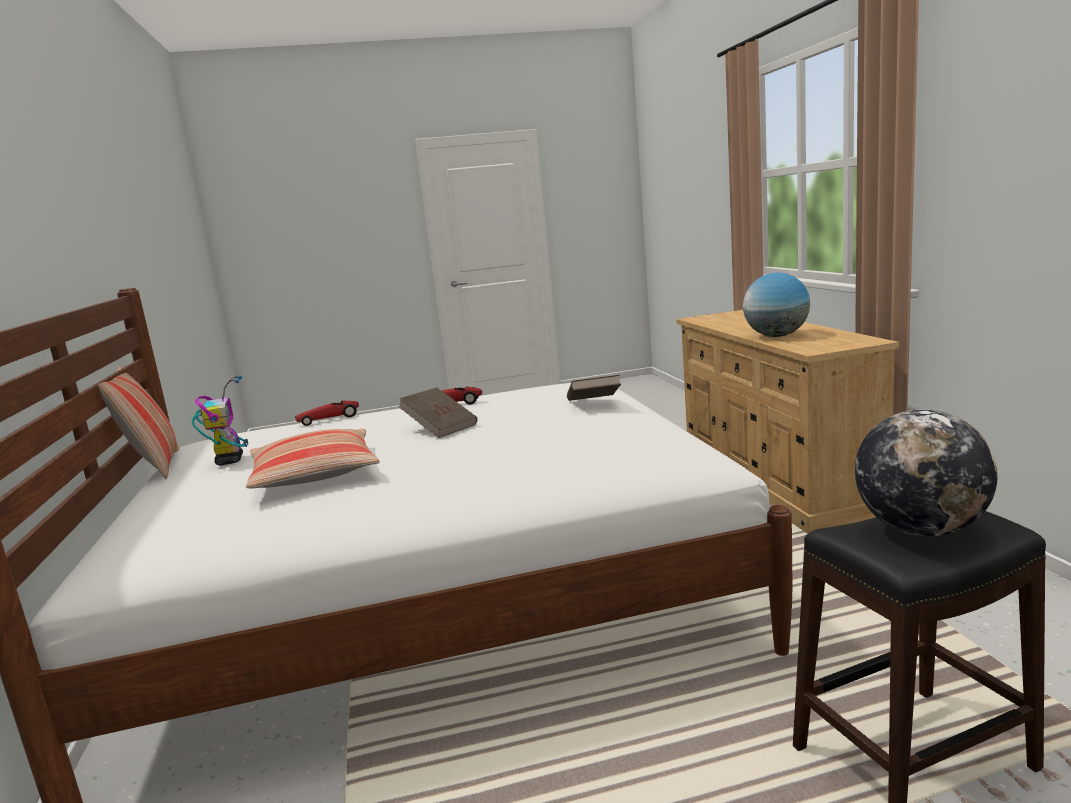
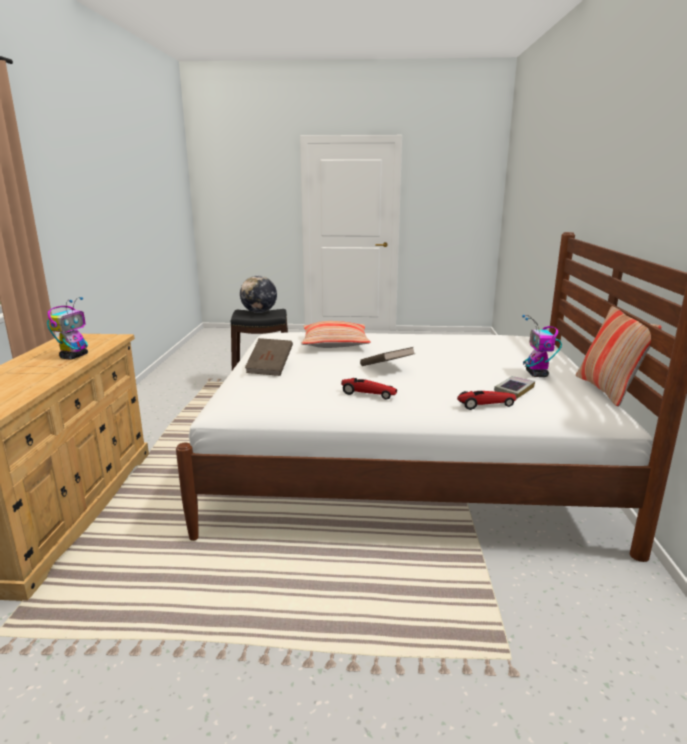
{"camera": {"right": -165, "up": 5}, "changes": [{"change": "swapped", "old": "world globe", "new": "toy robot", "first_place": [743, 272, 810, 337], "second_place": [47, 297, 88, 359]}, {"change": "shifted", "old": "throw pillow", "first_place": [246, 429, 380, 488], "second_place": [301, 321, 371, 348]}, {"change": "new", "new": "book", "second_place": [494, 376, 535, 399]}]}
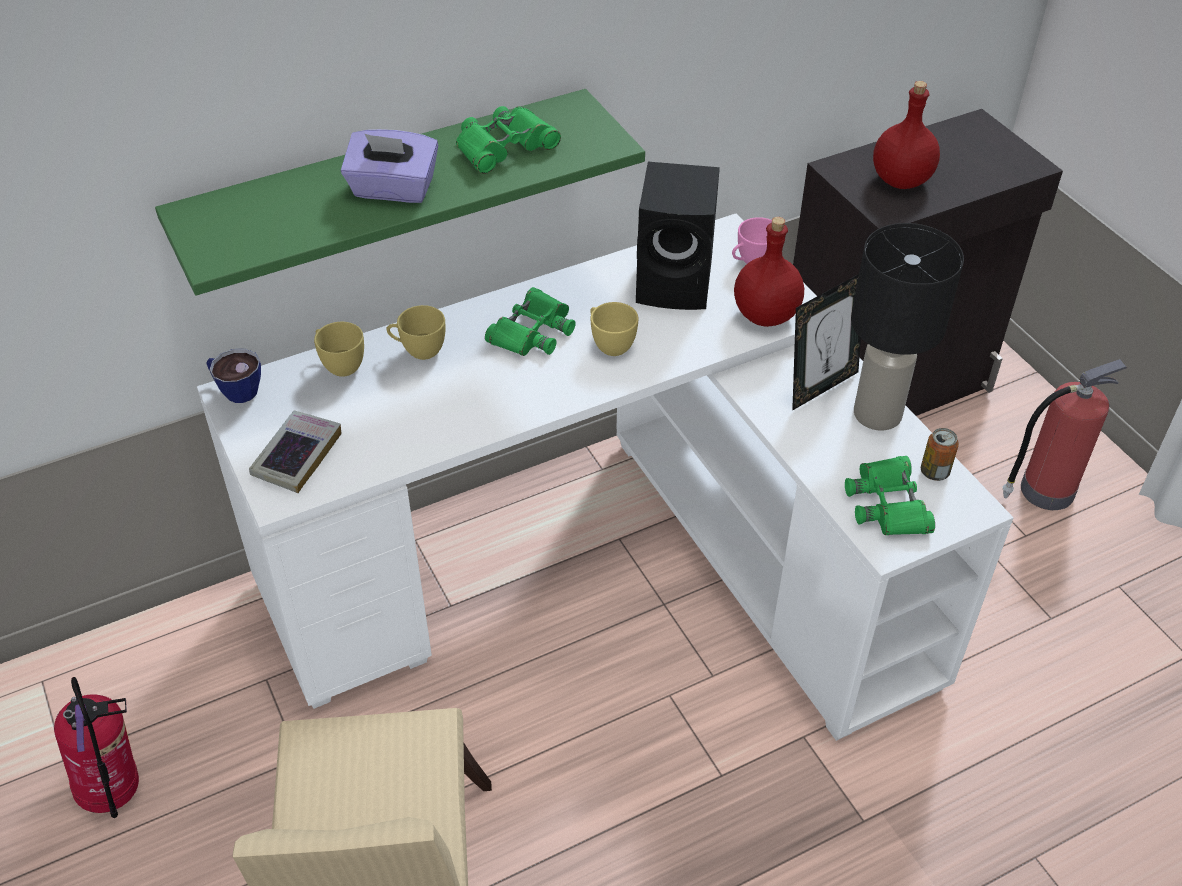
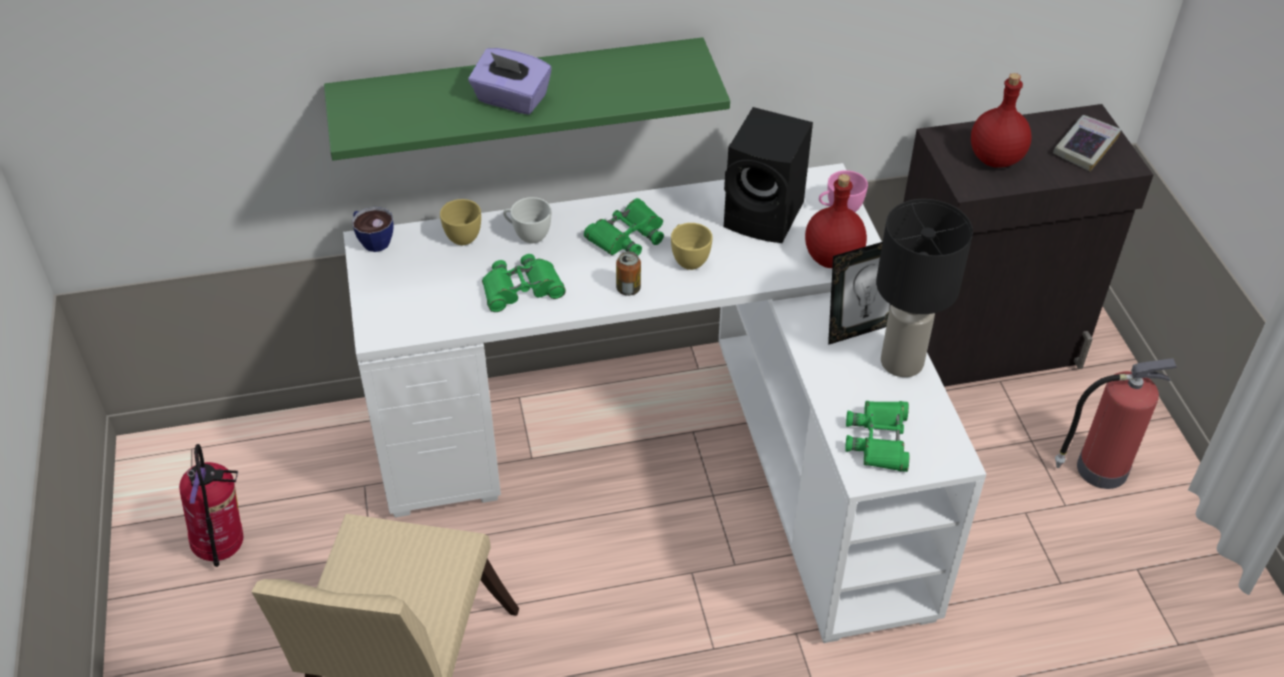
{"camera": {"right": 15, "up": 0}, "changes": [{"change": "shifted", "old": "binoculars/greenish", "first_place": [456, 106, 561, 174], "second_place": [482, 254, 566, 312]}, {"change": "repainted", "old": "cup/yellowish", "new": "cup/whitish", "first_place": [386, 305, 445, 360], "second_place": [503, 197, 551, 243]}, {"change": "shifted", "old": "book", "first_place": [249, 411, 342, 493], "second_place": [1053, 115, 1121, 172]}, {"change": "shifted", "old": "sealed can", "first_place": [921, 428, 959, 481], "second_place": [616, 251, 641, 296]}]}
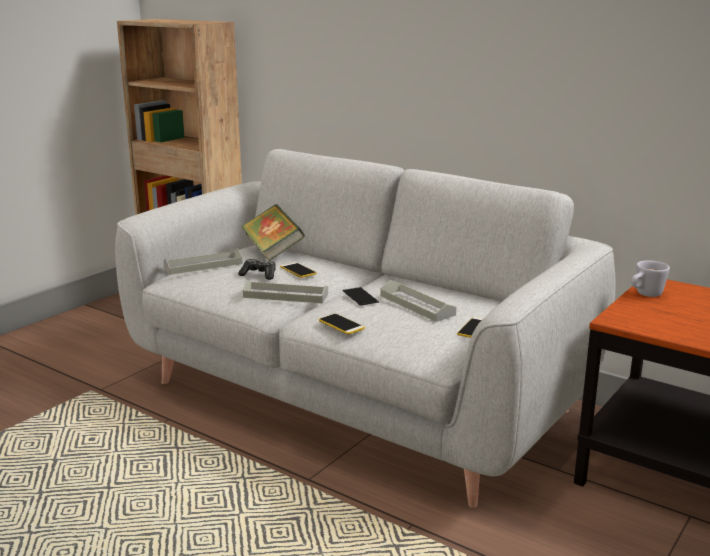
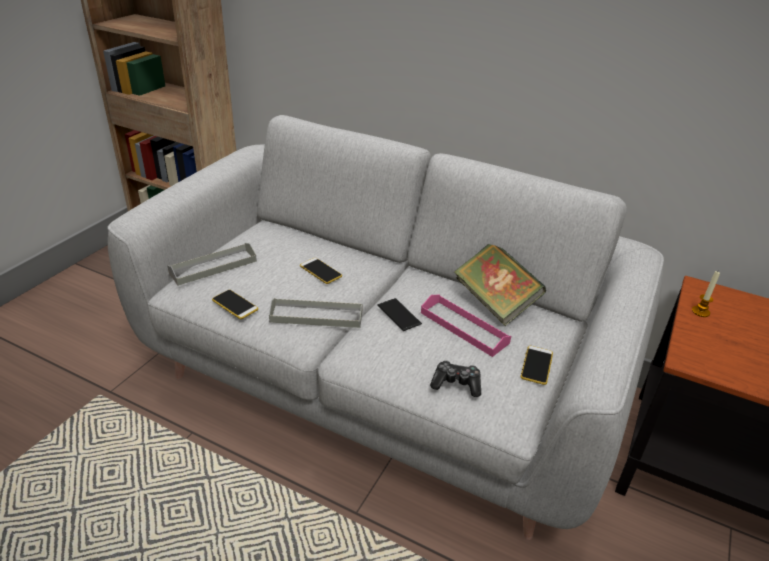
{"camera": {"right": -10, "up": 15}, "changes": [{"change": "shifted", "old": "book", "first_place": [241, 204, 305, 261], "second_place": [454, 244, 546, 326]}, {"change": "shifted", "old": "game controller", "first_place": [238, 259, 276, 280], "second_place": [430, 361, 481, 397]}, {"change": "swapped", "old": "mug/whitish", "new": "candle", "first_place": [631, 260, 670, 297], "second_place": [692, 271, 720, 317]}, {"change": "repainted", "old": "serving tray/greyish", "new": "serving tray/pink", "first_place": [380, 280, 456, 322], "second_place": [421, 295, 511, 357]}, {"change": "shifted", "old": "phone", "first_place": [319, 314, 365, 335], "second_place": [212, 290, 258, 319]}]}
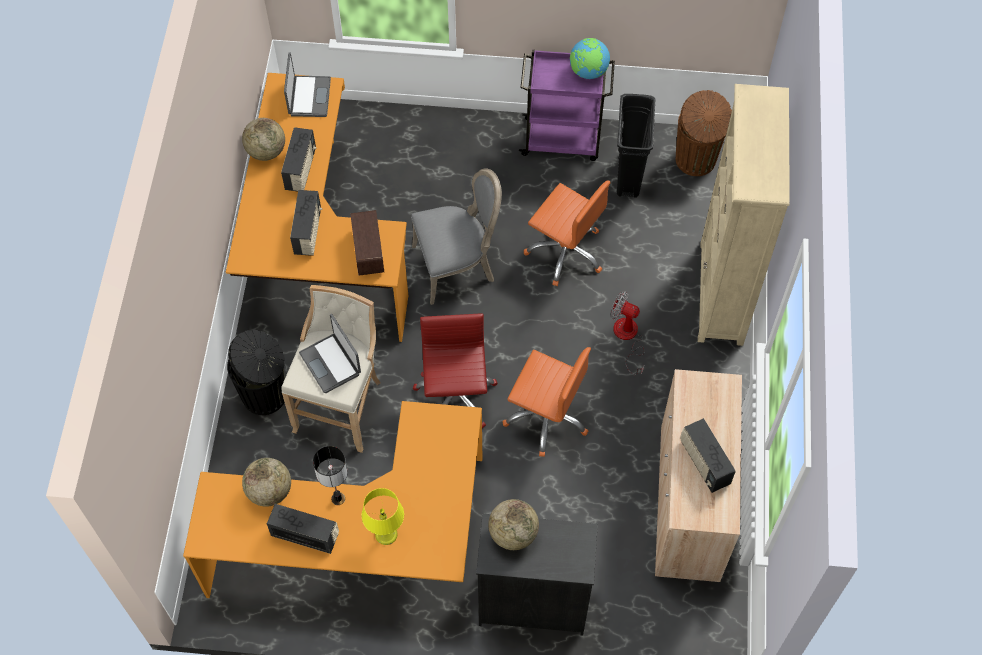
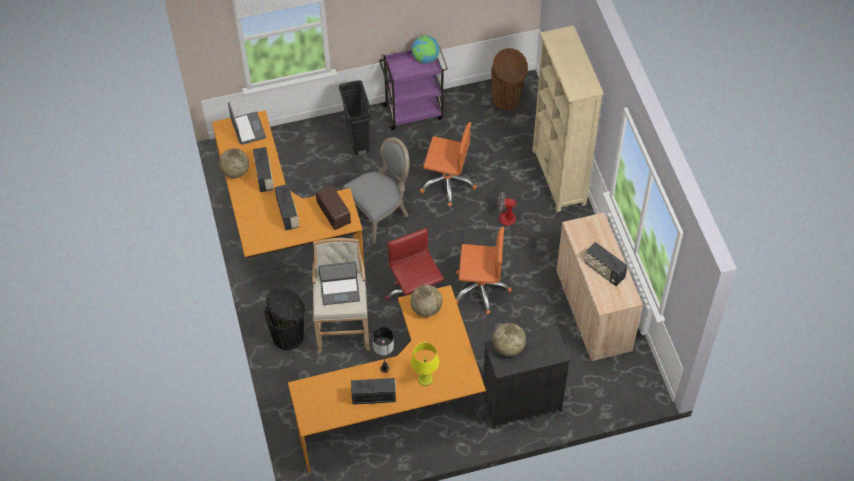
{"camera": {"right": -20, "up": -5}, "changes": [{"change": "shifted", "old": "waste bin/black-coloured", "first_place": [617, 94, 655, 198], "second_place": [338, 80, 372, 155]}, {"change": "rotated", "old": "notebook computer", "first_place": [299, 314, 361, 393], "second_place": [318, 261, 360, 305], "degrees": -45}, {"change": "shifted", "old": "world globe", "first_place": [242, 458, 291, 507], "second_place": [410, 285, 443, 317]}]}
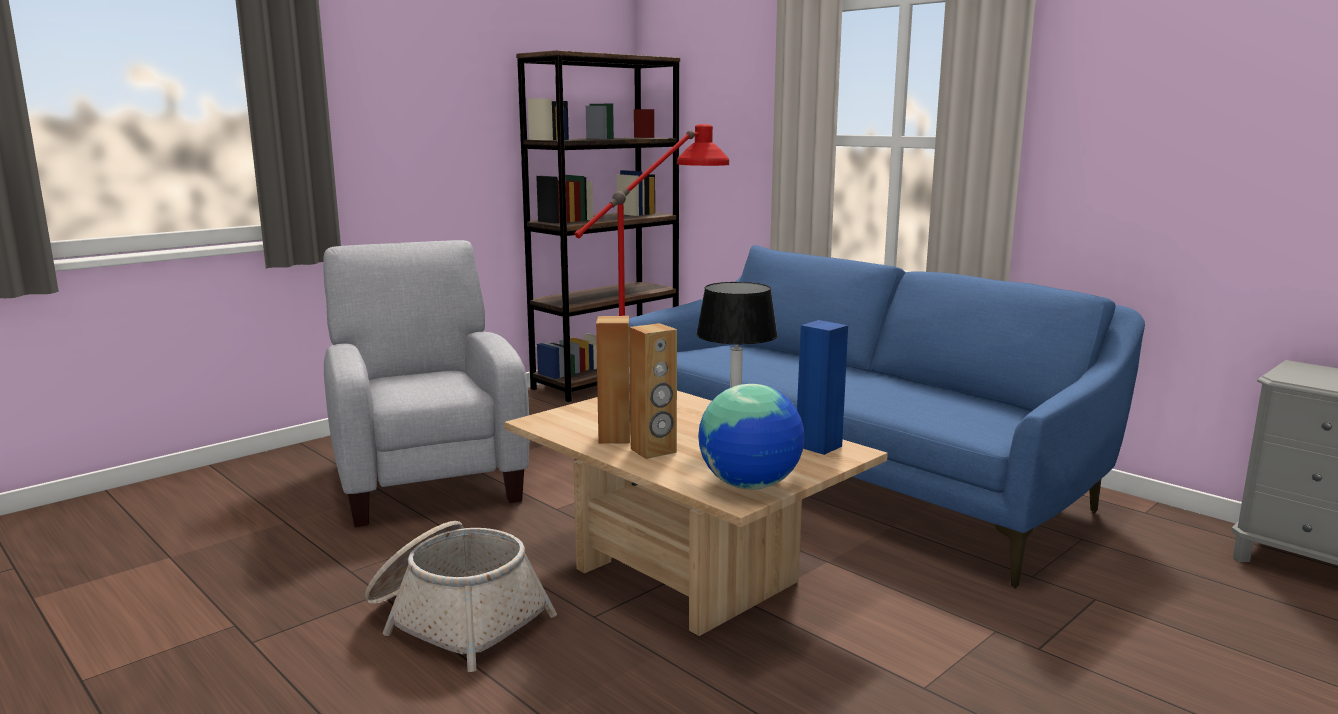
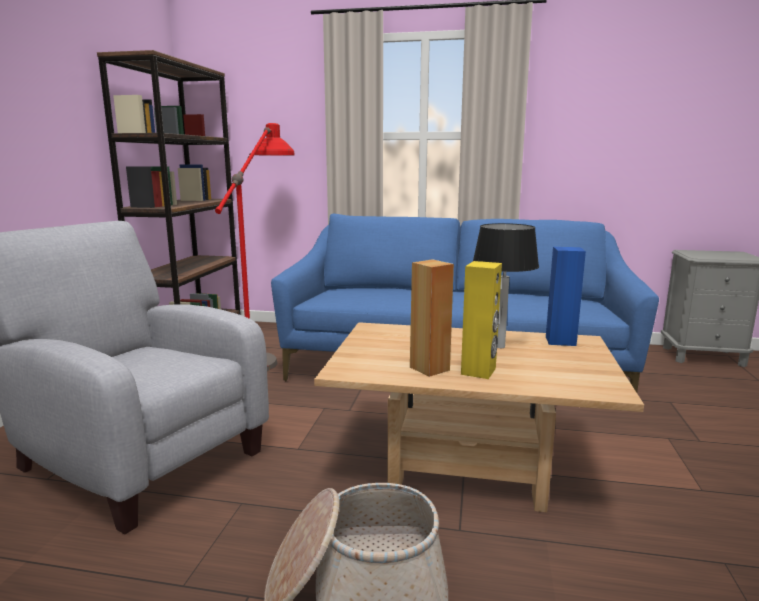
{"camera": {"right": -35, "up": 0}, "changes": [{"change": "repainted", "old": "audio speaker/brownish", "new": "audio speaker/yellowish", "first_place": [629, 323, 677, 459], "second_place": [461, 261, 502, 379]}, {"change": "gone", "old": "world globe", "first_place": [698, 384, 805, 490]}]}
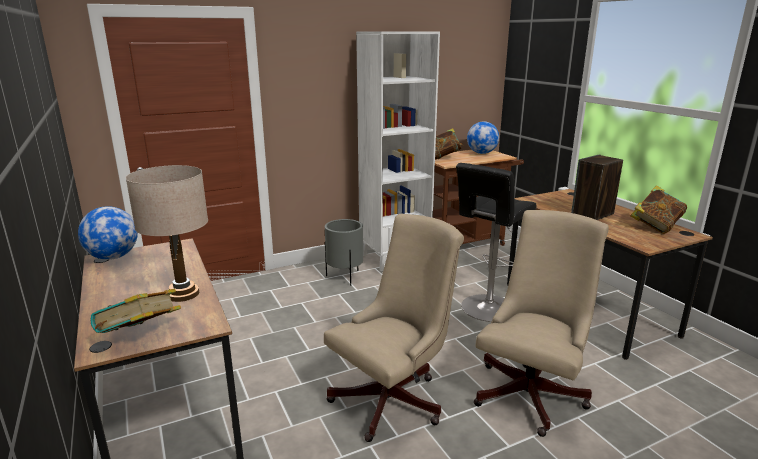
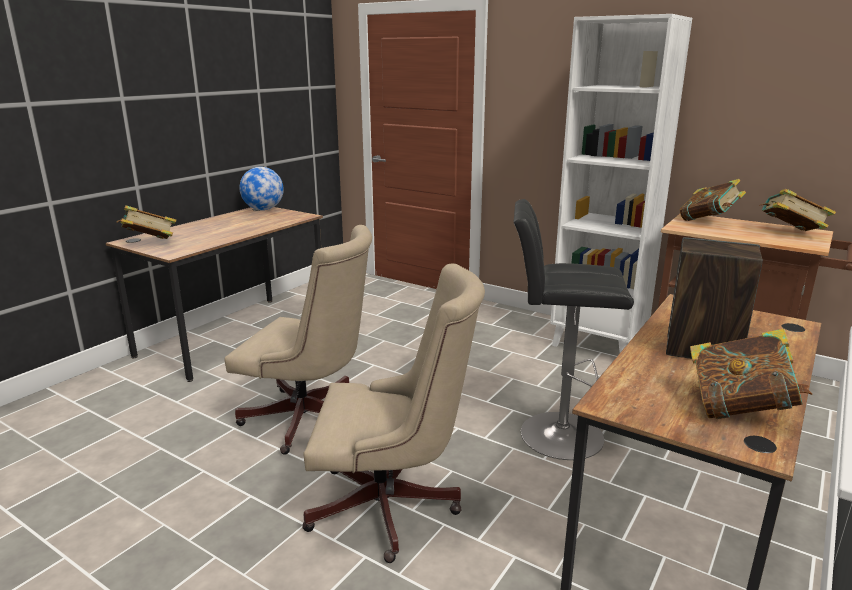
{"camera": {"right": 60, "up": 0}, "changes": [{"change": "swapped", "old": "world globe", "new": "book", "first_place": [467, 121, 499, 154], "second_place": [759, 189, 836, 231]}, {"change": "gone", "old": "table lamp/beige-coloured", "first_place": [126, 165, 208, 302]}, {"change": "gone", "old": "plant pot/greyish", "first_place": [325, 219, 363, 286]}]}
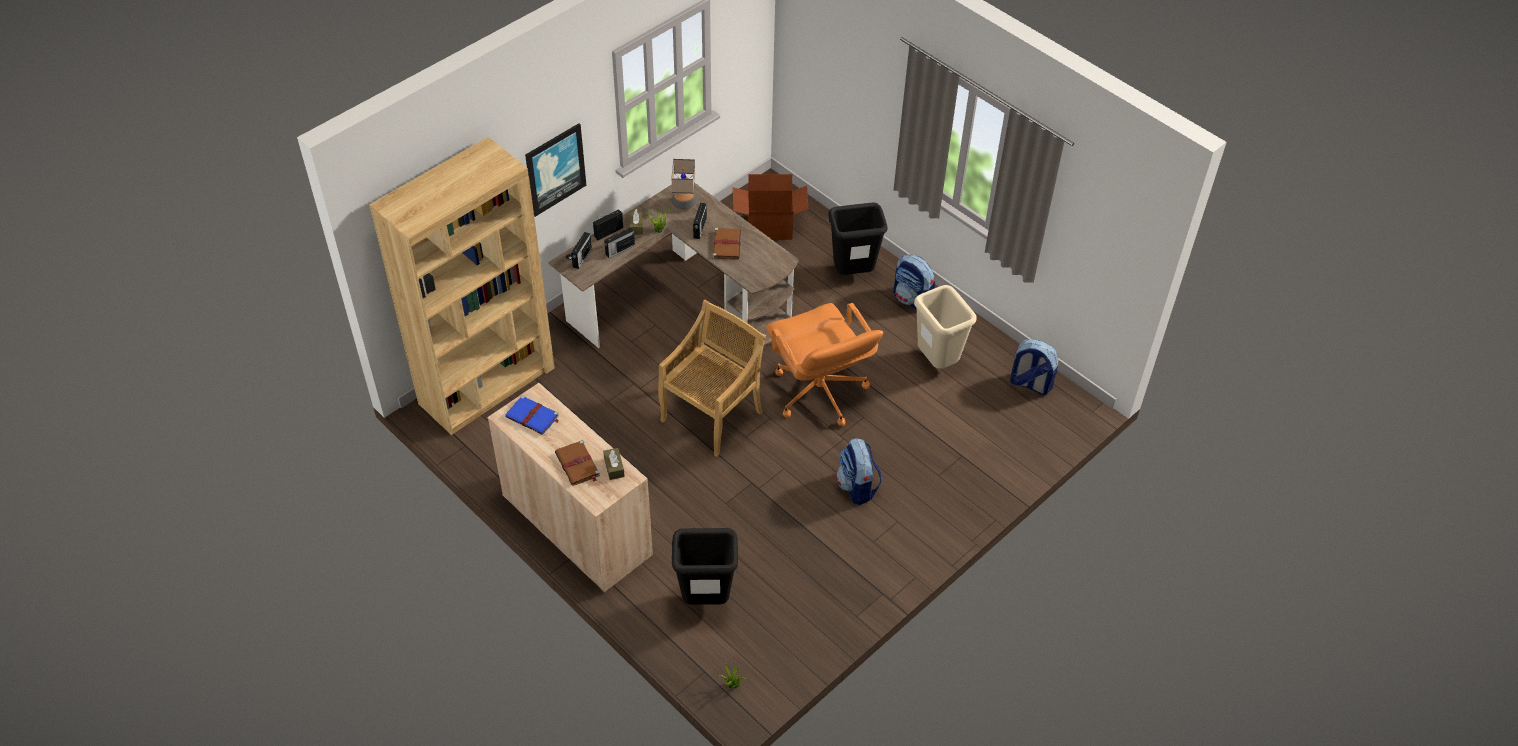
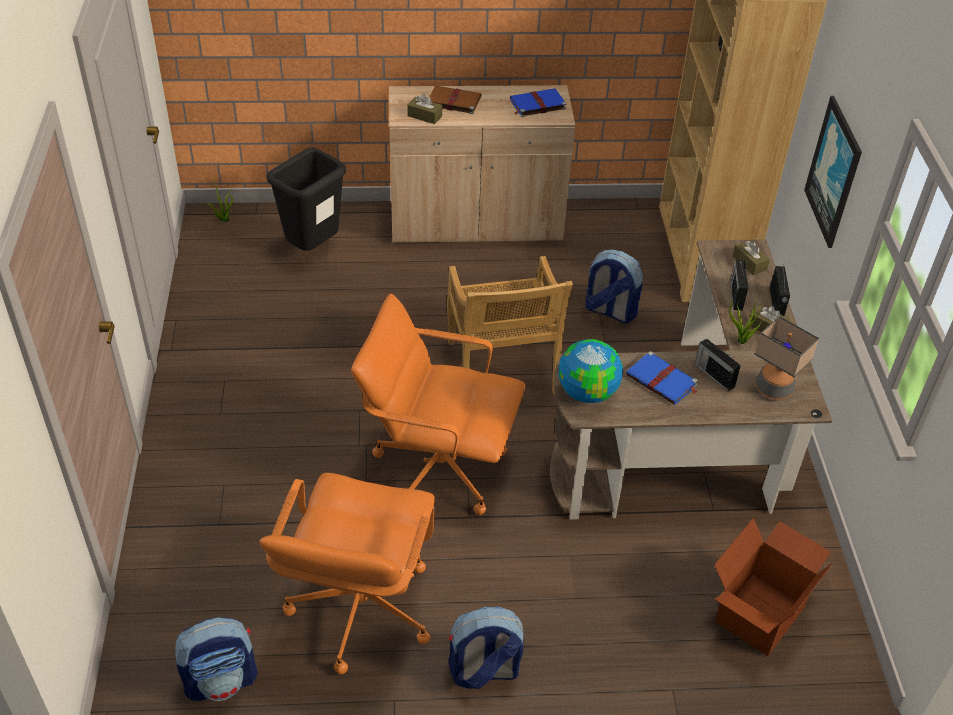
{"camera": {"right": 130, "up": -5}, "changes": [{"change": "gone", "old": "waste bin/black-coloured", "first_place": [829, 202, 887, 275]}, {"change": "repainted", "old": "book/brownish", "new": "book/bluish", "first_place": [713, 228, 741, 260], "second_place": [626, 351, 698, 405]}, {"change": "swapped", "old": "radio receiver", "new": "tissue holder/brownish", "first_place": [571, 232, 592, 269], "second_place": [733, 240, 770, 275]}, {"change": "swapped", "old": "waste bin/beige-coloured", "new": "desk chair/orange", "first_place": [914, 285, 976, 369], "second_place": [259, 473, 435, 674]}, {"change": "shifted", "old": "knapsack", "first_place": [836, 438, 882, 505], "second_place": [585, 249, 643, 323]}, {"change": "new", "new": "world globe", "second_place": [558, 339, 623, 403]}]}
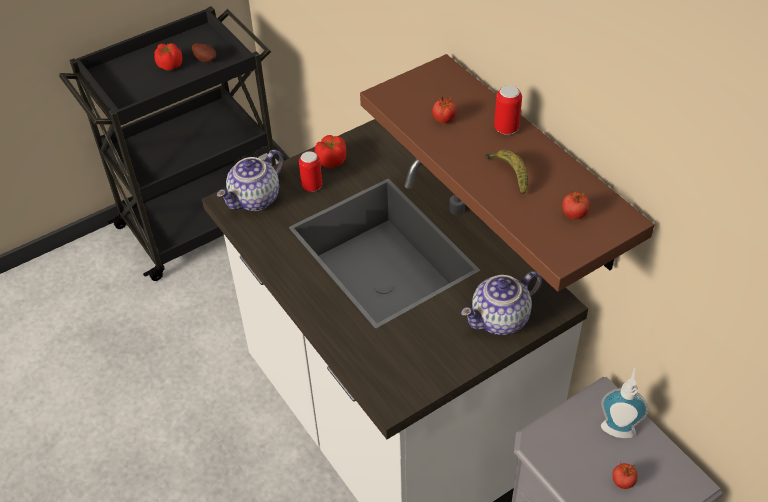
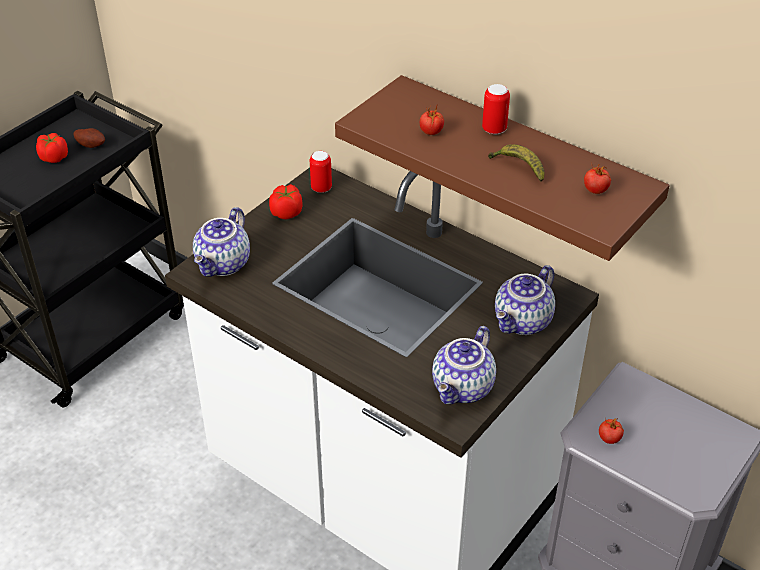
{"camera": {"right": -20, "up": -5}, "changes": [{"change": "shifted", "old": "sealed can", "first_place": [299, 151, 322, 192], "second_place": [310, 151, 332, 193]}, {"change": "gone", "old": "liquid soap bottle", "first_place": [601, 368, 649, 438]}, {"change": "shifted", "old": "whole tomato", "first_place": [612, 463, 638, 489], "second_place": [599, 418, 624, 444]}, {"change": "new", "new": "tea pot", "second_place": [432, 326, 496, 405]}]}
